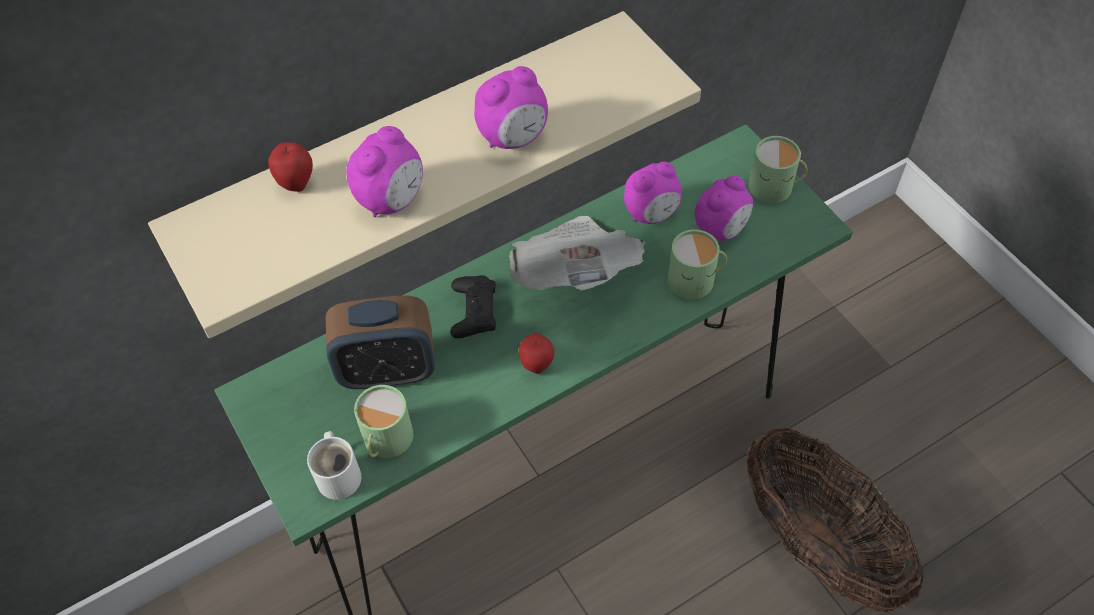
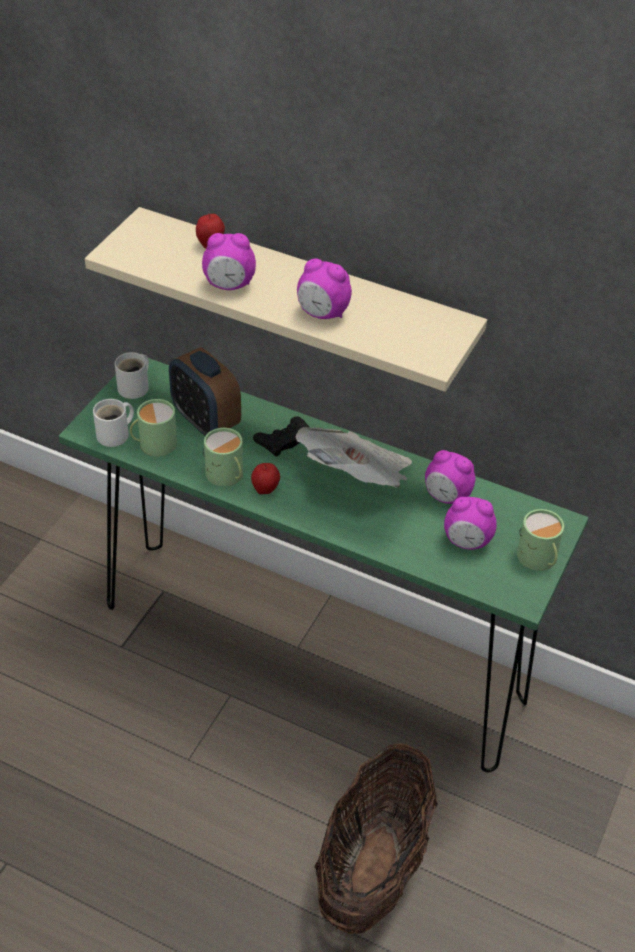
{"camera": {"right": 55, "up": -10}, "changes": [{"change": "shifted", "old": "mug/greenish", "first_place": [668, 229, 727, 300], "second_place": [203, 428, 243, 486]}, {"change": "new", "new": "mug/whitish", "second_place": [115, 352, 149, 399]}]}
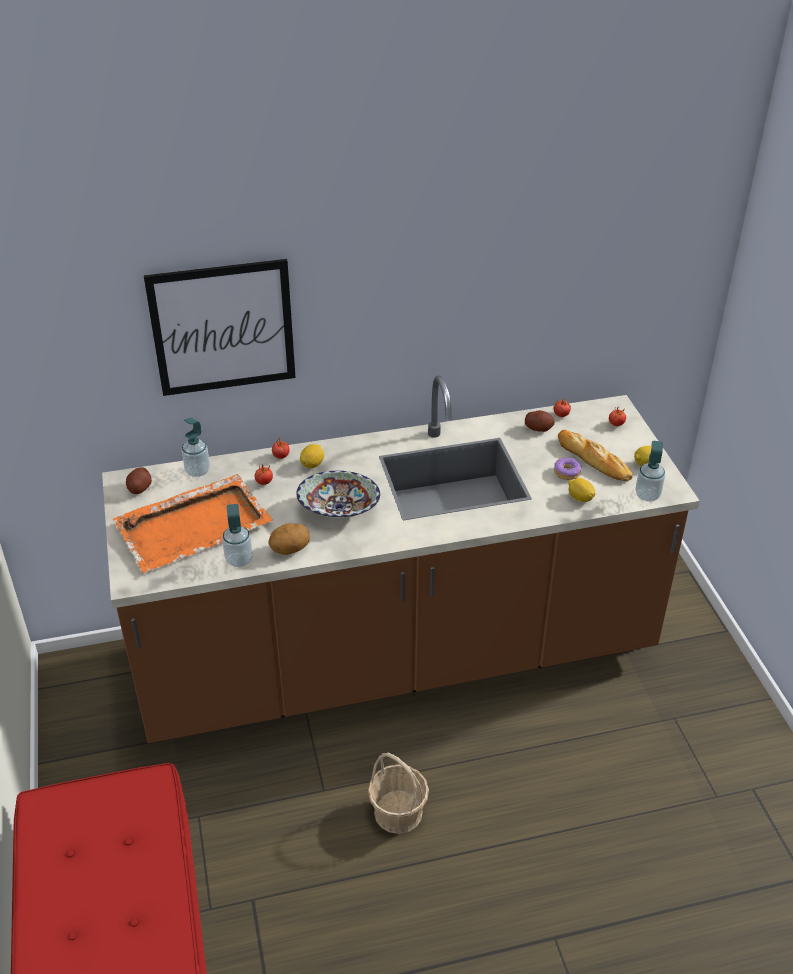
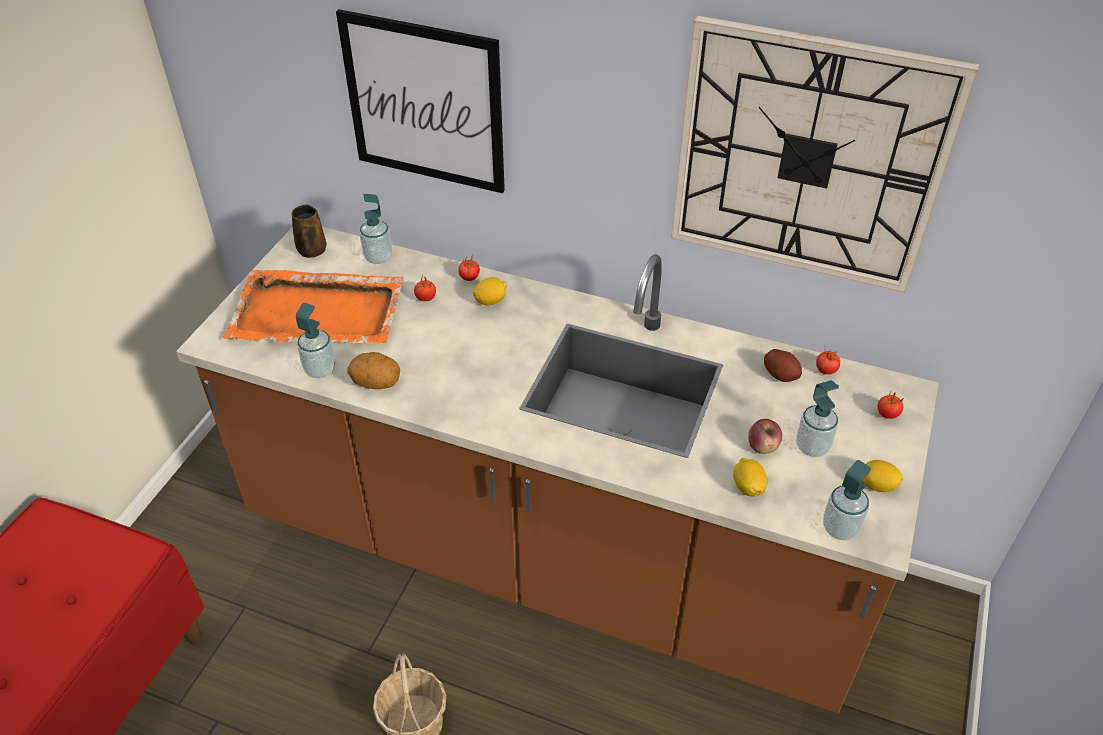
{"camera": {"right": 35, "up": 5}, "changes": [{"change": "swapped", "old": "bread", "new": "liquid soap bottle", "first_place": [558, 430, 633, 481], "second_place": [796, 381, 839, 457]}, {"change": "swapped", "old": "donut", "new": "whole apple", "first_place": [554, 458, 582, 480], "second_place": [748, 419, 782, 454]}, {"change": "swapped", "old": "whole potato", "new": "mug/brownish", "first_place": [126, 467, 152, 494], "second_place": [292, 205, 326, 258]}, {"change": "gone", "old": "deep dish", "first_place": [296, 471, 380, 518]}, {"change": "new", "new": "clock on the wall", "second_place": [671, 15, 979, 292]}]}
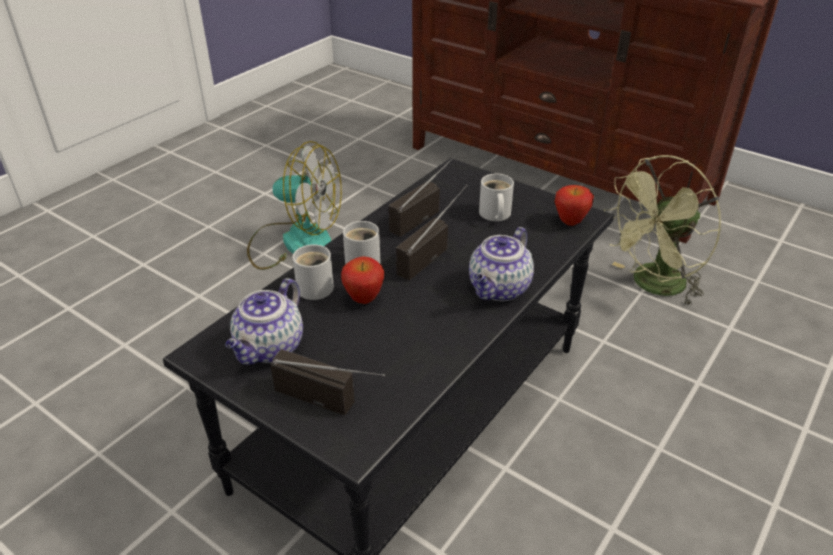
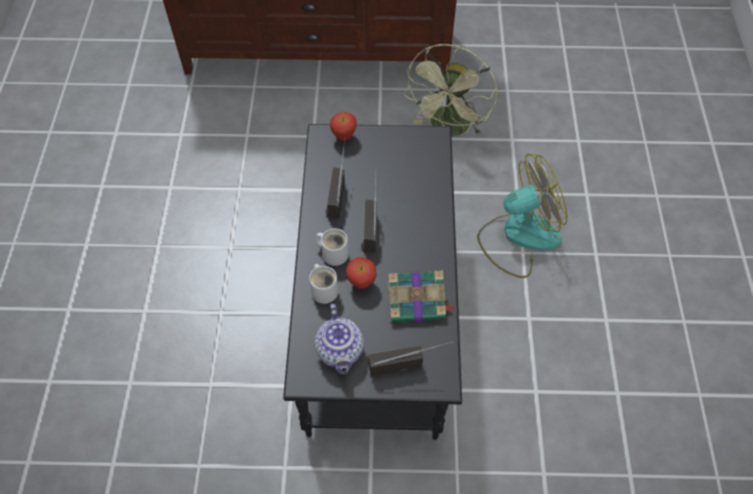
{"camera": {"right": -35, "up": 20}, "changes": [{"change": "shifted", "old": "cooling fan", "first_place": [247, 141, 342, 270], "second_place": [477, 154, 567, 278]}, {"change": "gone", "old": "mug/whitish", "first_place": [479, 173, 514, 221]}, {"change": "shifted", "old": "whole apple", "first_place": [554, 185, 594, 226], "second_place": [330, 112, 357, 141]}, {"change": "gone", "old": "tea pot", "first_place": [469, 227, 534, 301]}, {"change": "new", "new": "book", "second_place": [388, 270, 455, 323]}]}
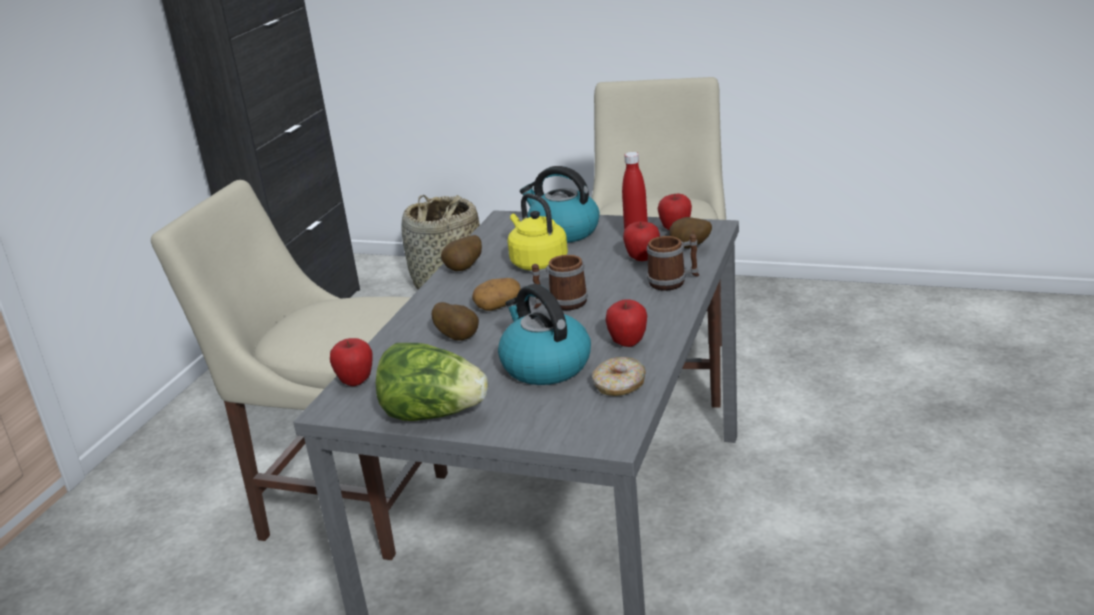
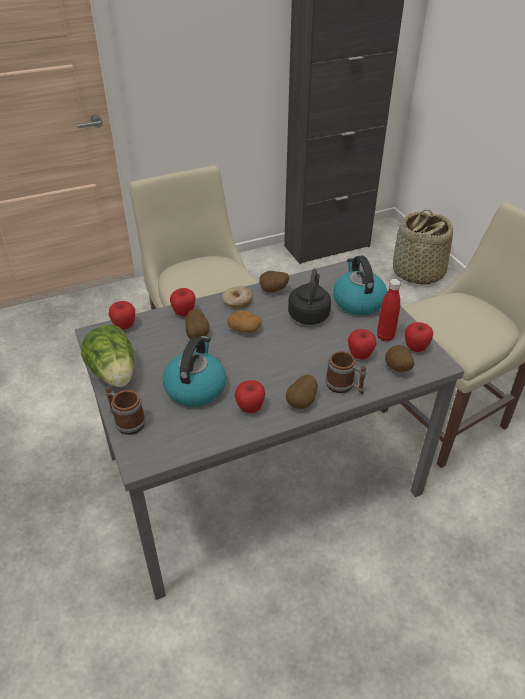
{"camera": {"right": 45, "up": 15}, "changes": [{"change": "repainted", "old": "kettle/yellowish", "new": "kettle/black-coloured", "first_place": [507, 193, 568, 271], "second_place": [288, 268, 331, 325]}, {"change": "shifted", "old": "mug", "first_place": [531, 255, 588, 310], "second_place": [105, 386, 146, 435]}, {"change": "shifted", "old": "donut", "first_place": [592, 357, 646, 396], "second_place": [222, 286, 253, 308]}, {"change": "new", "new": "whole apple", "second_place": [170, 288, 195, 316]}, {"change": "new", "new": "whole potato", "second_place": [286, 375, 318, 409]}]}
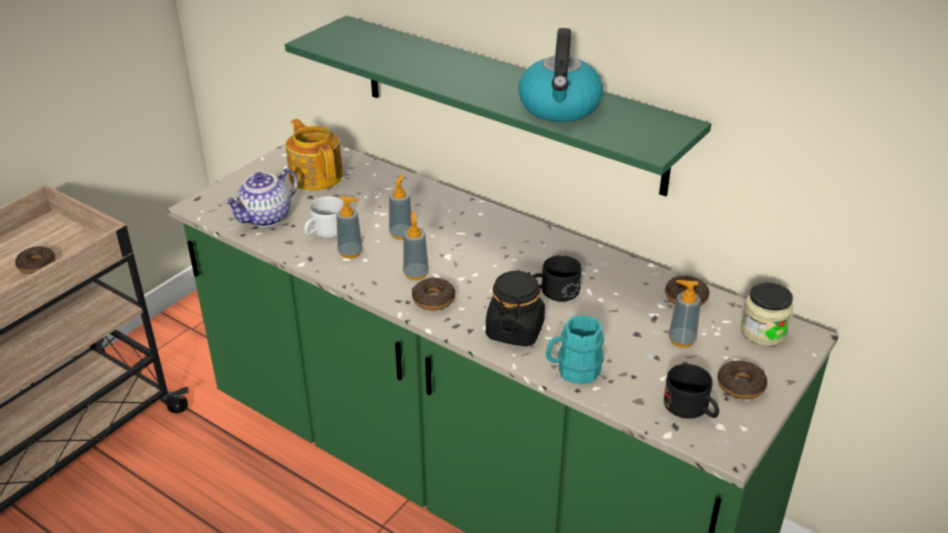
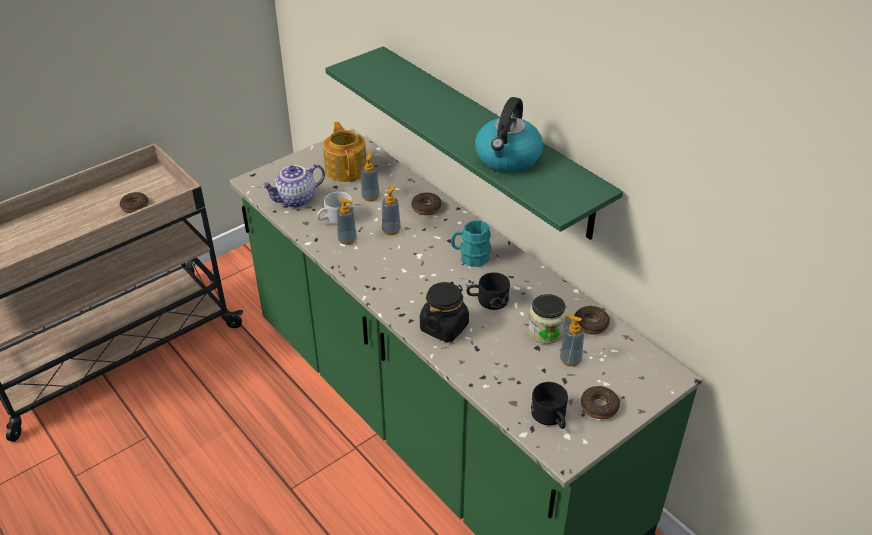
{"camera": {"right": 15, "up": 5}, "changes": [{"change": "shifted", "old": "liquid soap bottle", "first_place": [403, 212, 429, 280], "second_place": [361, 153, 380, 202]}, {"change": "shifted", "old": "donut", "first_place": [412, 277, 455, 311], "second_place": [411, 192, 442, 215]}, {"change": "shifted", "old": "jar", "first_place": [740, 282, 793, 346], "second_place": [528, 294, 566, 344]}, {"change": "shifted", "old": "mug/blue-green", "first_place": [546, 315, 604, 384], "second_place": [451, 220, 491, 267]}]}
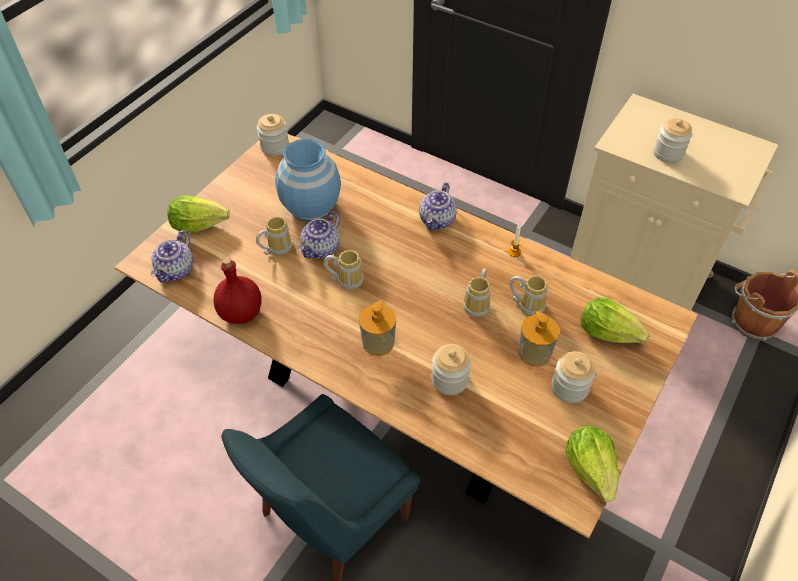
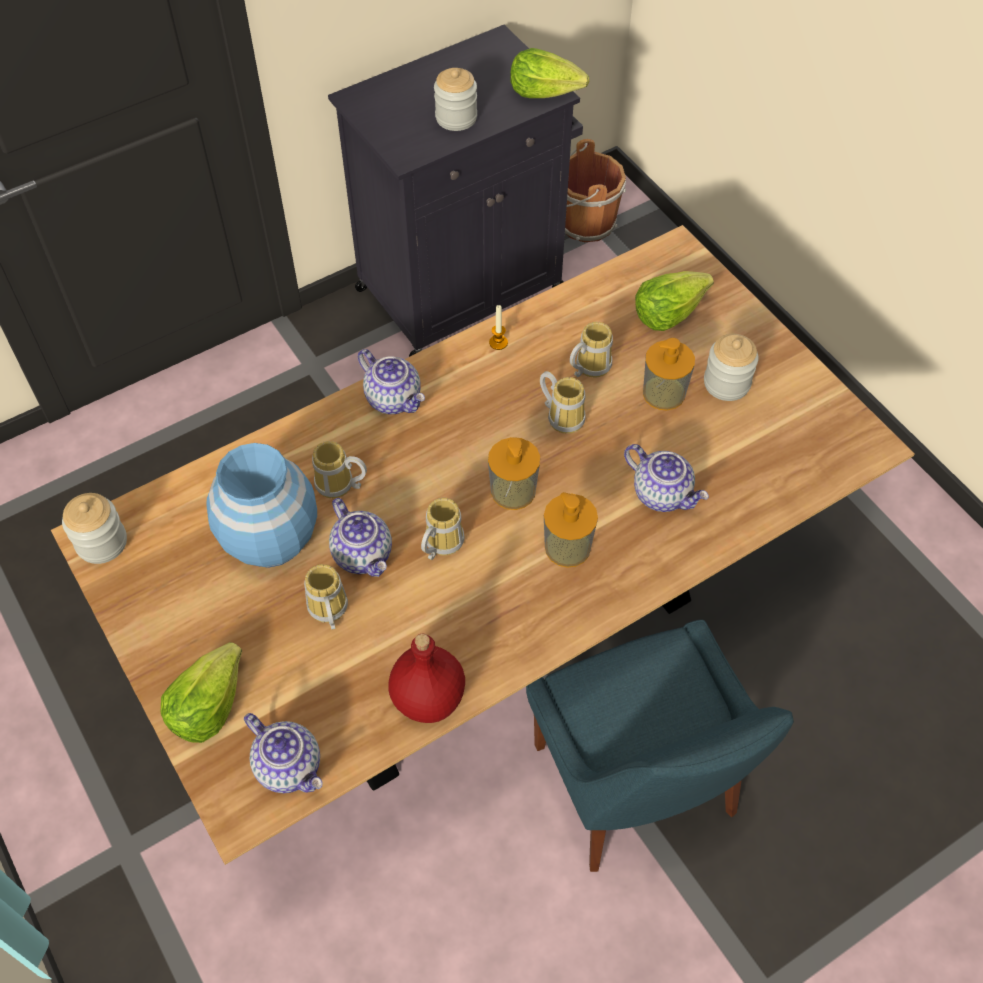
{"camera": {"right": -65, "up": 5}, "changes": [{"change": "repainted", "old": "storage cabinet/beige-coloured", "new": "storage cabinet/black-coloured", "first_place": [570, 94, 778, 311], "second_place": [328, 25, 583, 357]}, {"change": "swapped", "old": "jar", "new": "tea pot", "first_place": [431, 344, 471, 395], "second_place": [624, 444, 709, 512]}, {"change": "shifted", "old": "lettuce head", "first_place": [565, 426, 619, 502], "second_place": [511, 48, 589, 98]}, {"change": "new", "new": "liquid soap bottle", "second_place": [488, 437, 540, 510]}, {"change": "new", "new": "mug", "second_place": [312, 441, 367, 498]}]}
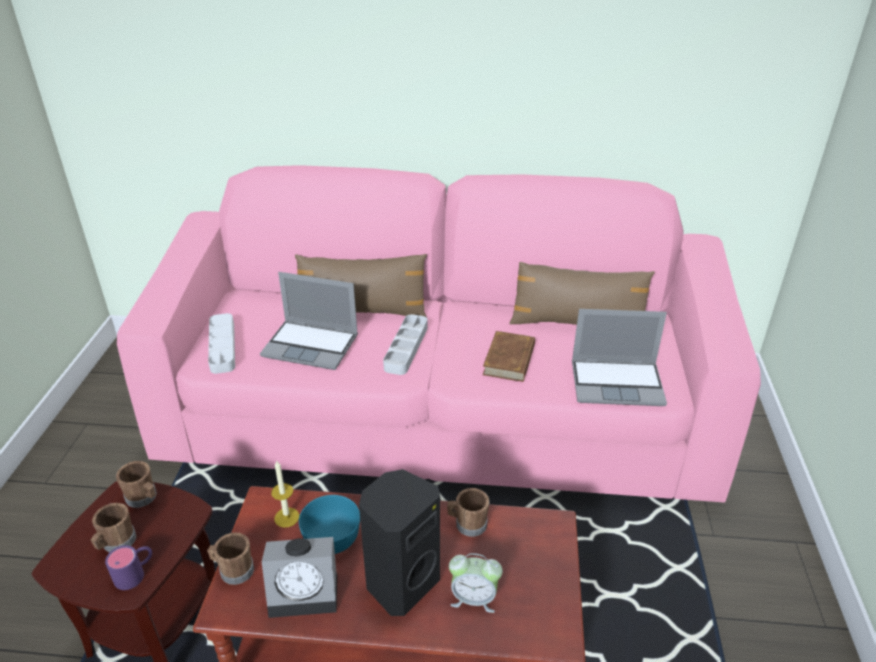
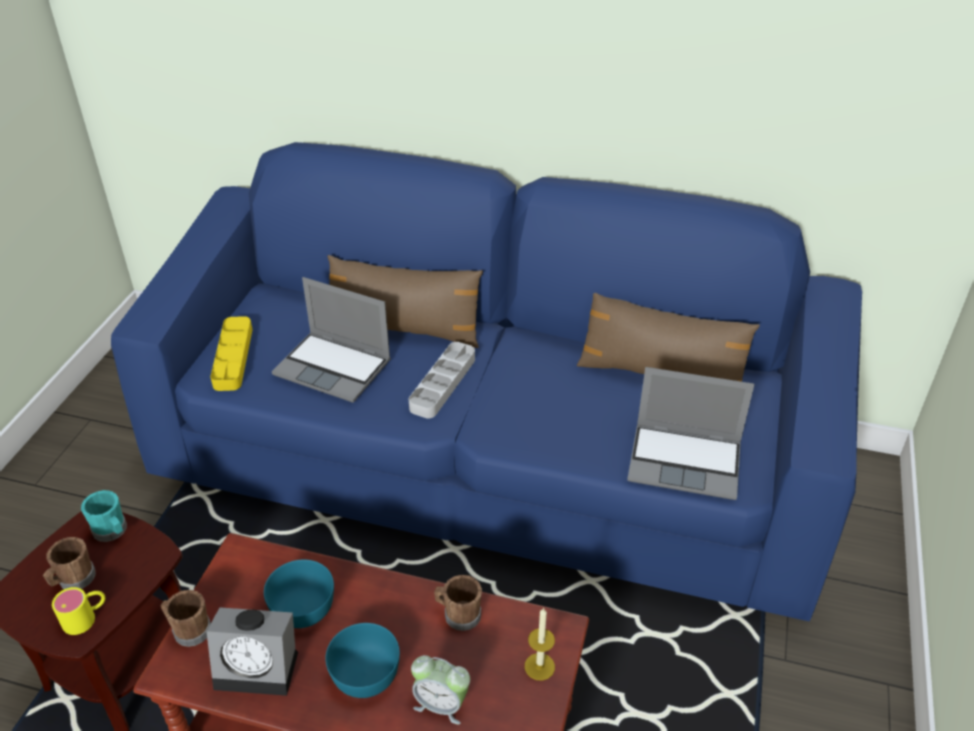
{"camera": {"right": 10, "up": 5}, "changes": [{"change": "repainted", "old": "couch/pink", "new": "couch/bluish", "first_place": [117, 165, 761, 502], "second_place": [111, 142, 862, 621]}, {"change": "repainted", "old": "serving tray/greyish", "new": "serving tray/yellowish", "first_place": [208, 313, 235, 374], "second_place": [210, 316, 253, 391]}, {"change": "gone", "old": "book/brownish", "first_place": [483, 331, 535, 382]}, {"change": "repainted", "old": "mug/brownish", "new": "mug/blue-green", "first_place": [116, 461, 157, 508], "second_place": [81, 490, 127, 542]}, {"change": "shifted", "old": "candle", "first_place": [271, 461, 299, 528], "second_place": [525, 607, 555, 681]}, {"change": "swapped", "old": "audio speaker/black-coloured", "new": "deep dish/blue-green", "first_place": [359, 469, 440, 616], "second_place": [325, 623, 400, 698]}, {"change": "repainted", "old": "mug/purple", "new": "mug/yellowish", "first_place": [105, 546, 152, 590], "second_place": [52, 587, 105, 635]}]}
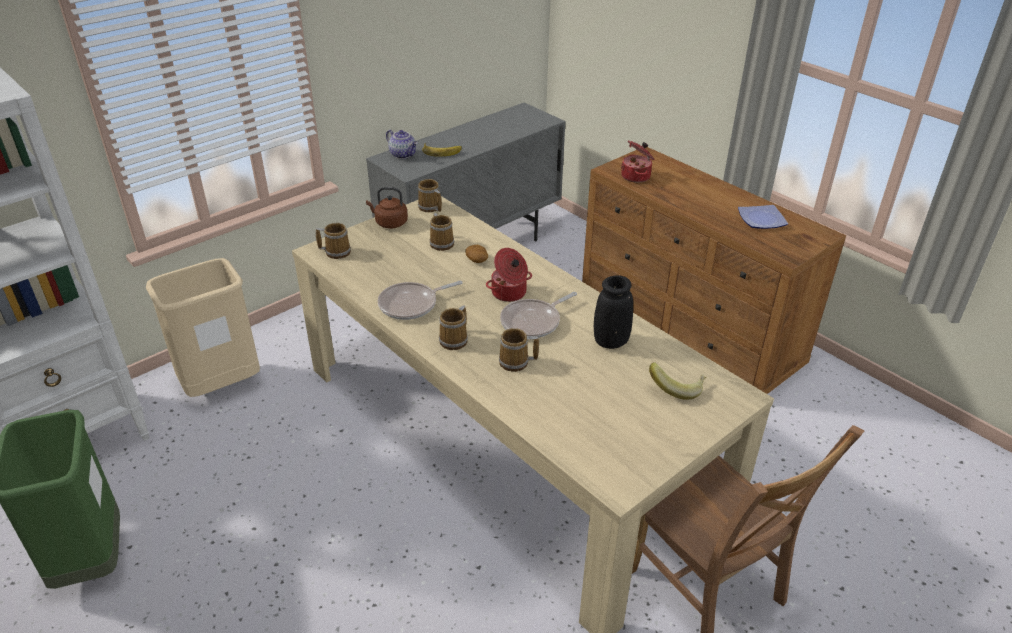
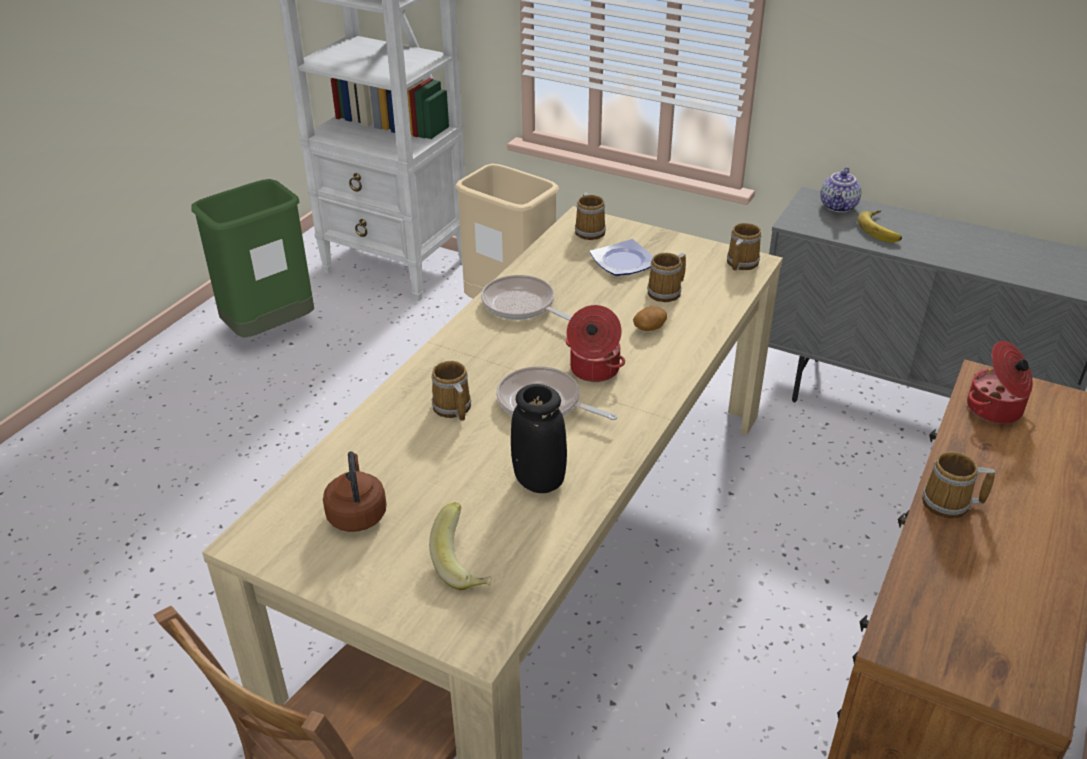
{"camera": {"right": 70, "up": 0}, "changes": [{"change": "shifted", "old": "kettle/brownish", "first_place": [366, 187, 408, 228], "second_place": [323, 451, 386, 532]}, {"change": "shifted", "old": "flat dish", "first_place": [738, 205, 788, 229], "second_place": [590, 239, 654, 276]}, {"change": "shifted", "old": "mug", "first_place": [439, 305, 468, 350], "second_place": [922, 451, 995, 519]}]}
